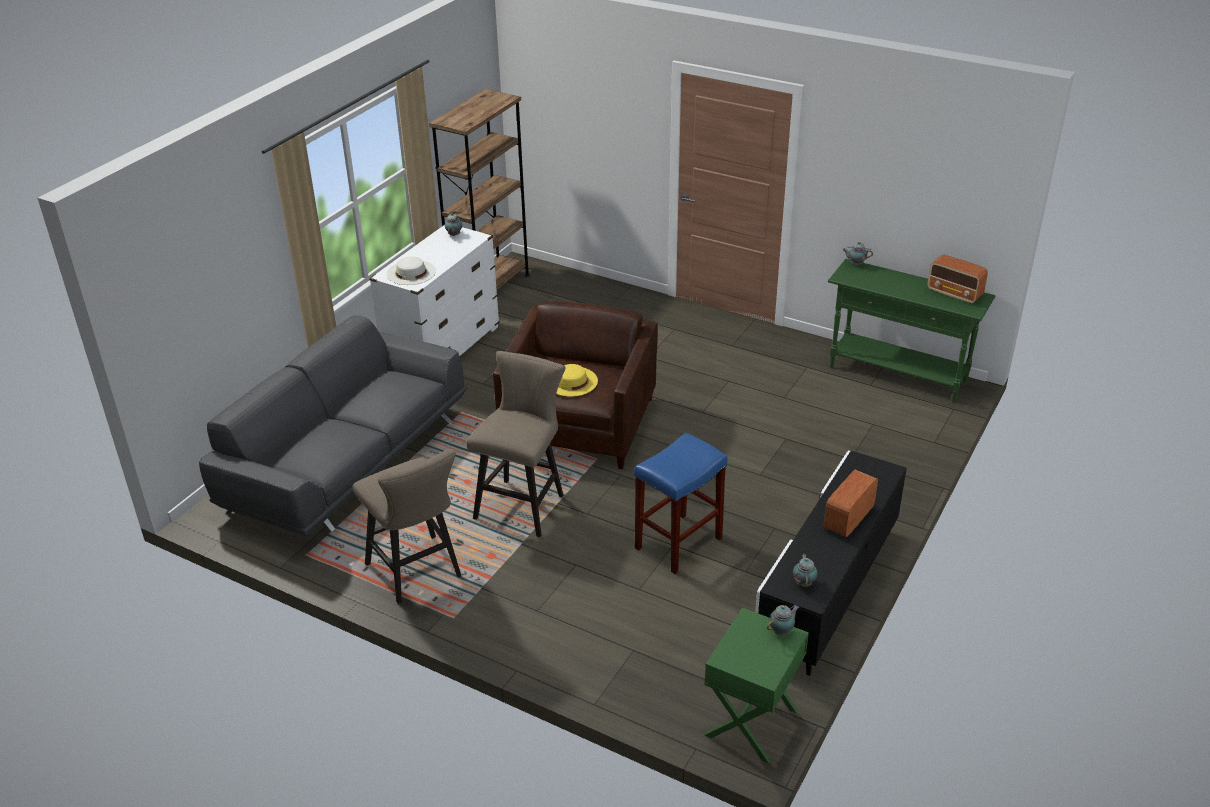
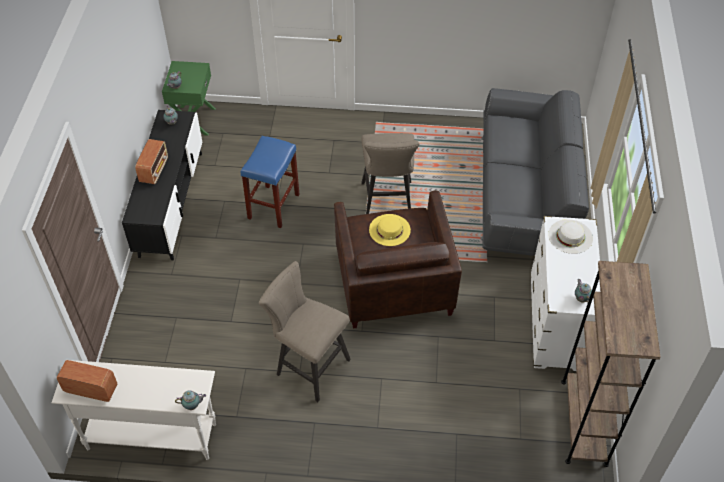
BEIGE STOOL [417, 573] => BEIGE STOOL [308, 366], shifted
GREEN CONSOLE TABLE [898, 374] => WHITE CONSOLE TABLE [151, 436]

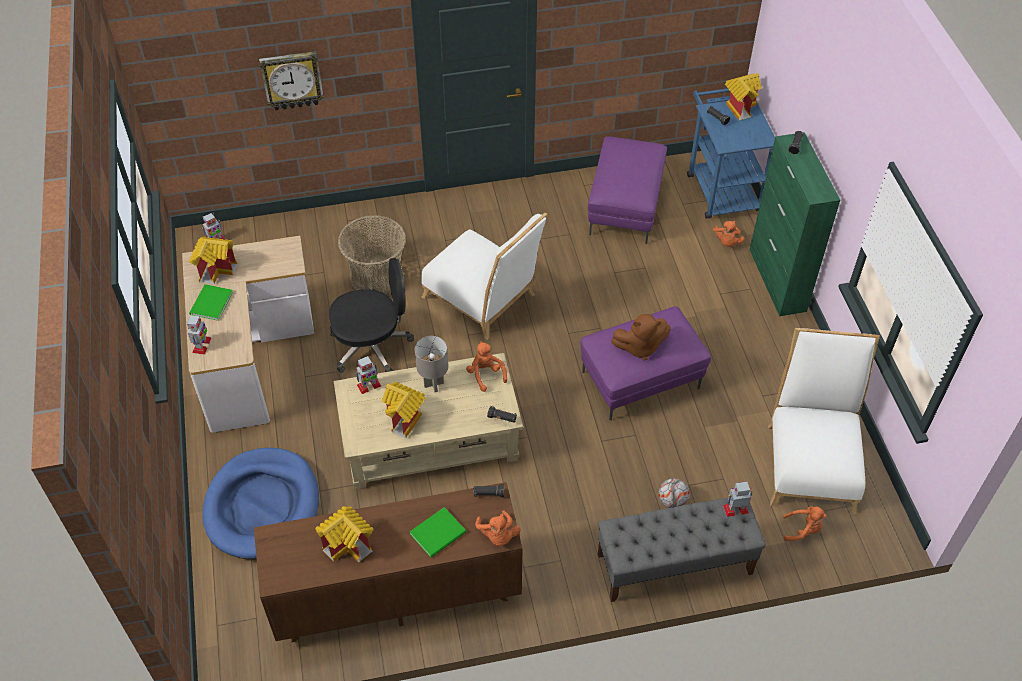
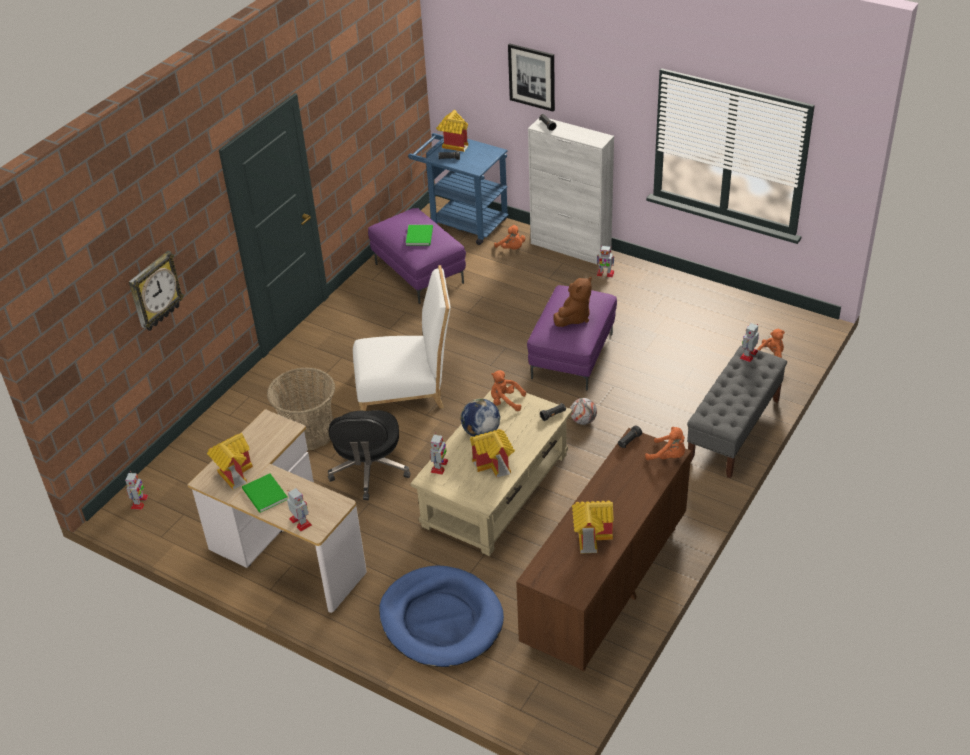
BLACK OFFICE CHAIR [372, 345] => BLACK OFFICE CHAIR [369, 471], 150 degrees clockwise
GREEN BOOK [439, 533] => GREEN BOOK [420, 235], shifted
GREY TABLE LAMP [433, 384] => GLOBE [480, 432]
FOOTBALL [672, 501] => FOOTBALL [583, 421], shifted
GREEN CABINET [777, 280] => WHITE CABINET [571, 248]
WHITE CHAIR [811, 461] => nothing
nothing => PICTURE [532, 77]
nothing => TOY ROBOT [605, 273]

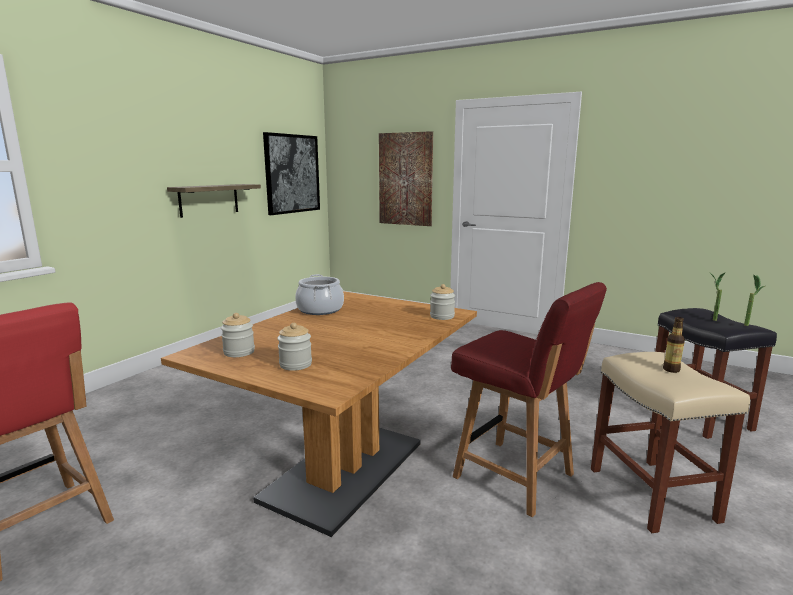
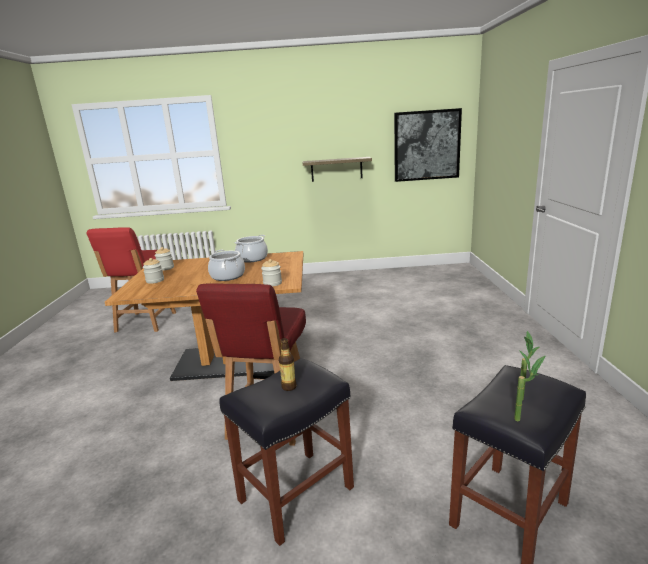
PICTURE [405, 179] => nothing
BEIGE STOOL [653, 495] => BLACK STOOL [295, 495]
nothing => COOKING POT [227, 276]

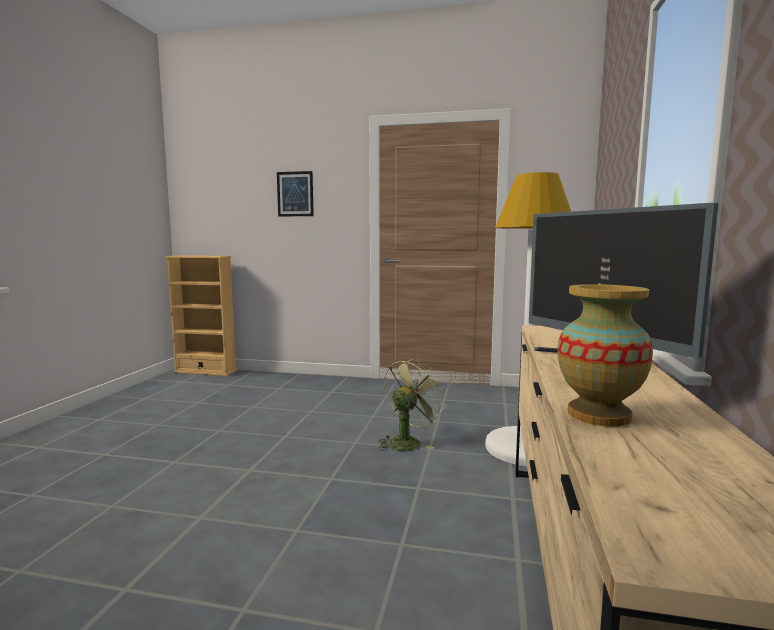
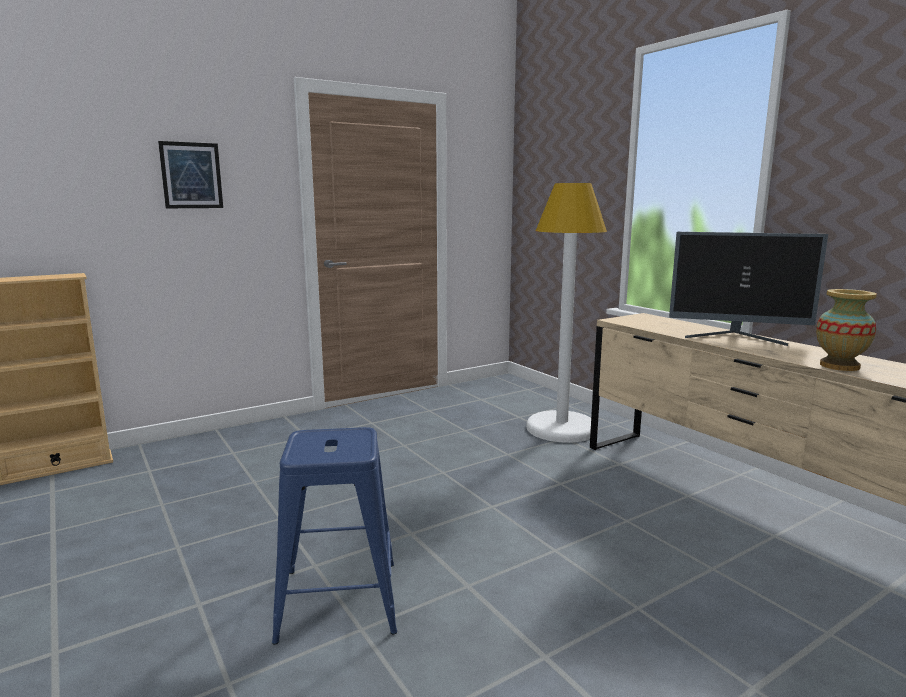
GREEN FAN [408, 441] => nothing
nothing => BLUE STOOL [338, 600]

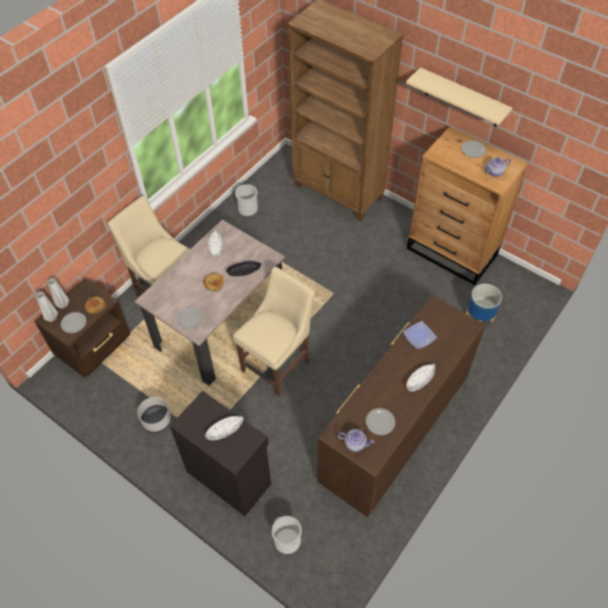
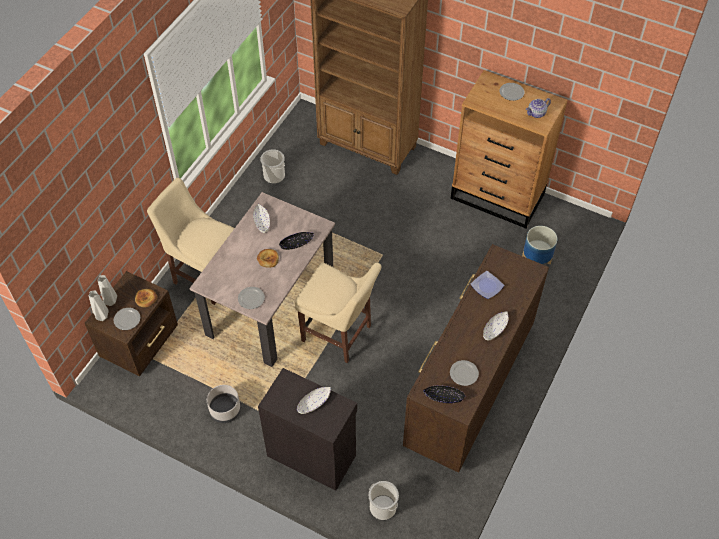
BEIGE CHAIR [278, 364] => BEIGE CHAIR [339, 335], 90 degrees clockwise
TEAPOT [355, 443] => BLACK BOWL [443, 397]
BEIGE SHELF [462, 98] => nothing

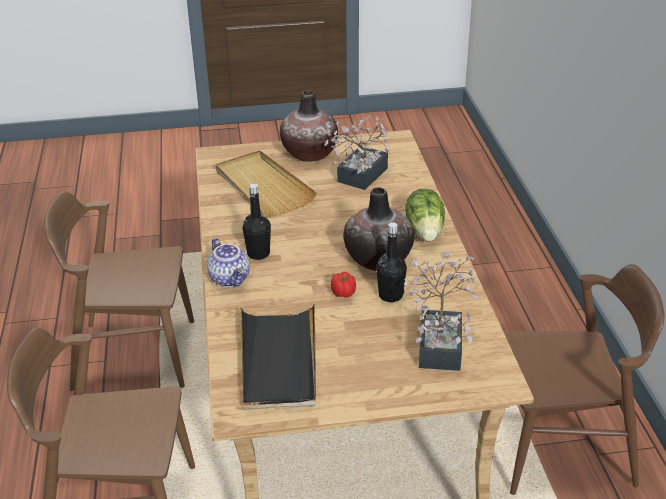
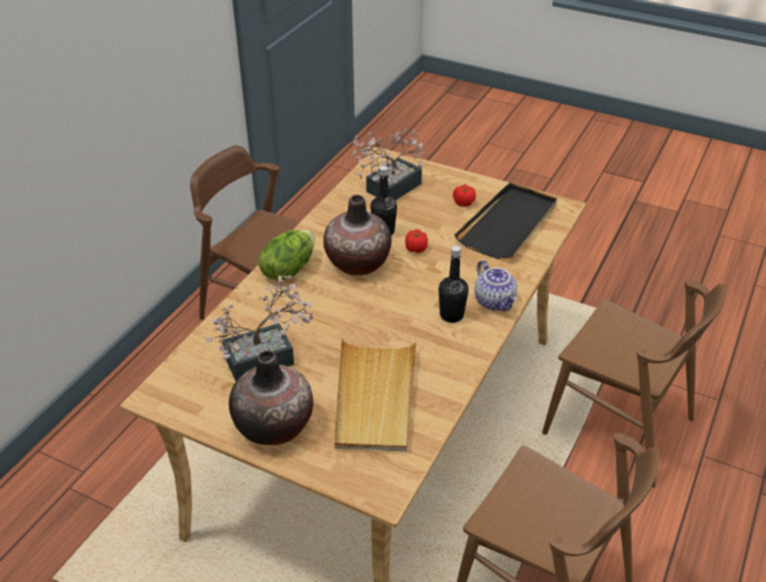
TEAPOT [231, 279] => TEAPOT [495, 302], 150 degrees clockwise
nothing => TOMATO [463, 203]

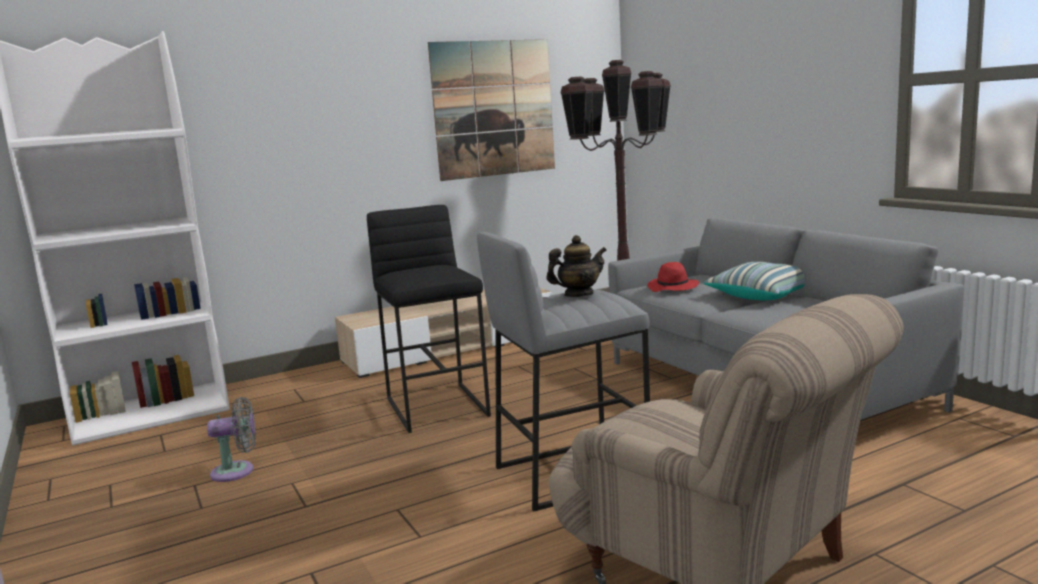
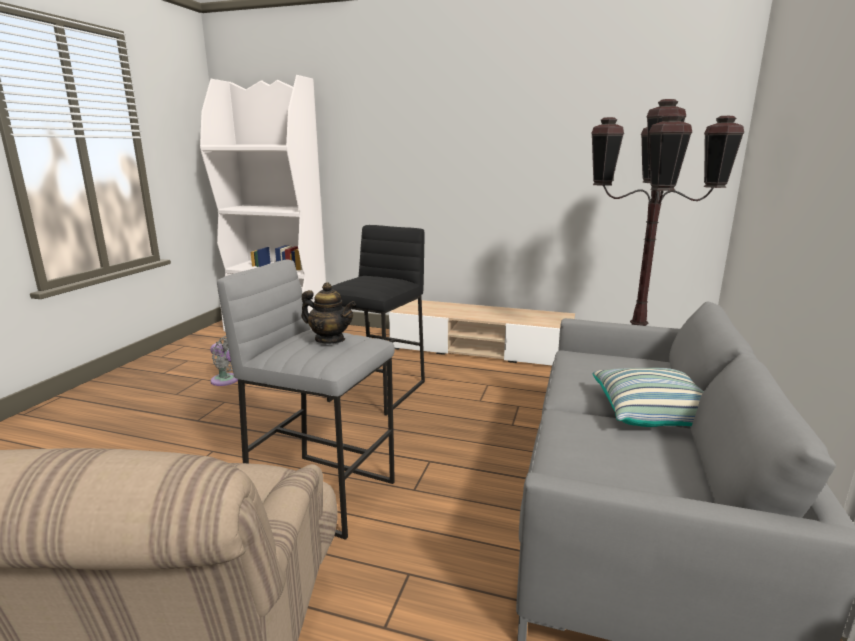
PICTURE [494, 109] => nothing
RED HAT [673, 288] => nothing

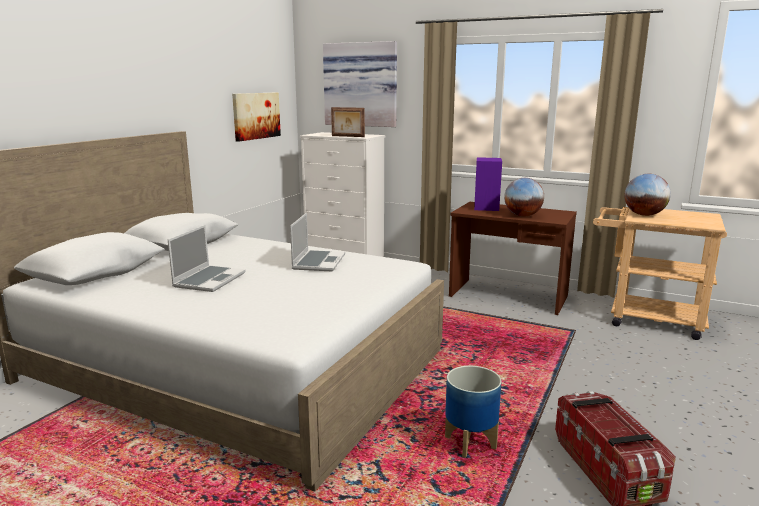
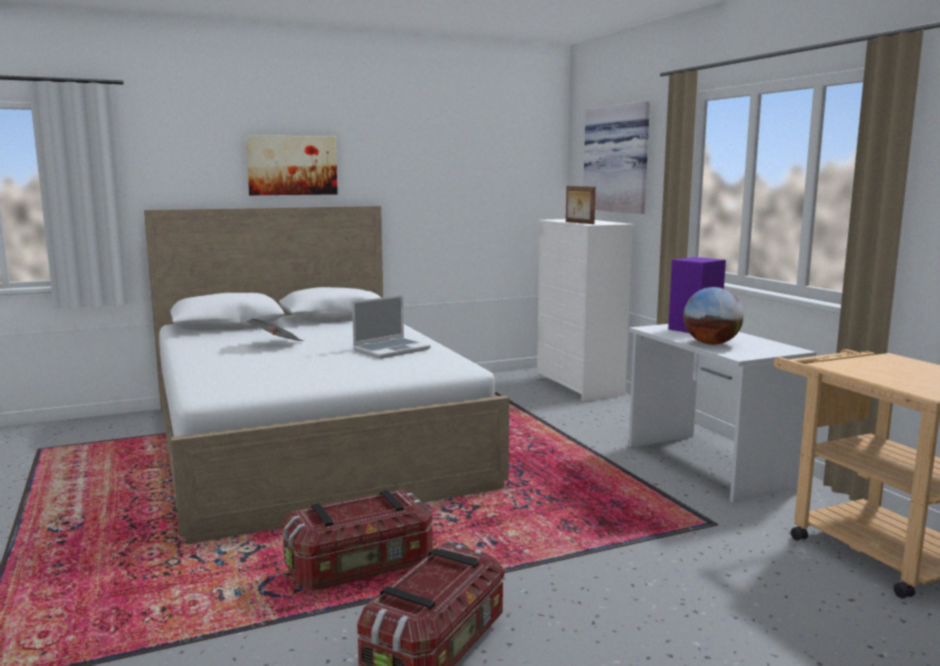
LAPTOP [209, 280] => NEWSPAPER [277, 345]
PICTURE [256, 115] => PICTURE [292, 165], shifted
PLANTER [469, 443] => STORAGE BOX [361, 568]
BROWN DESK [508, 296] => WHITE DESK [707, 465]
GLOBE [644, 215] => nothing

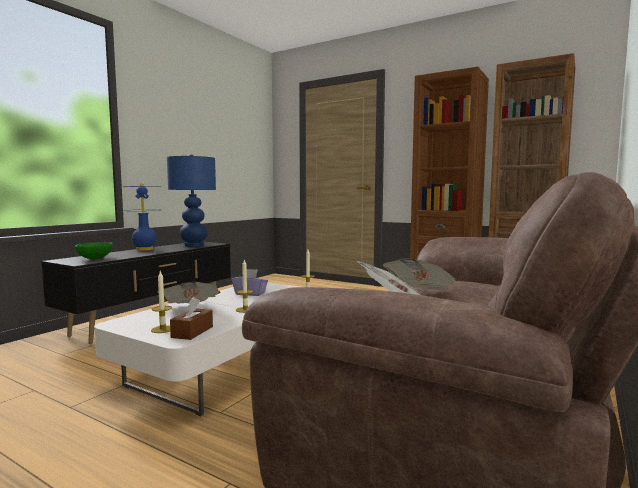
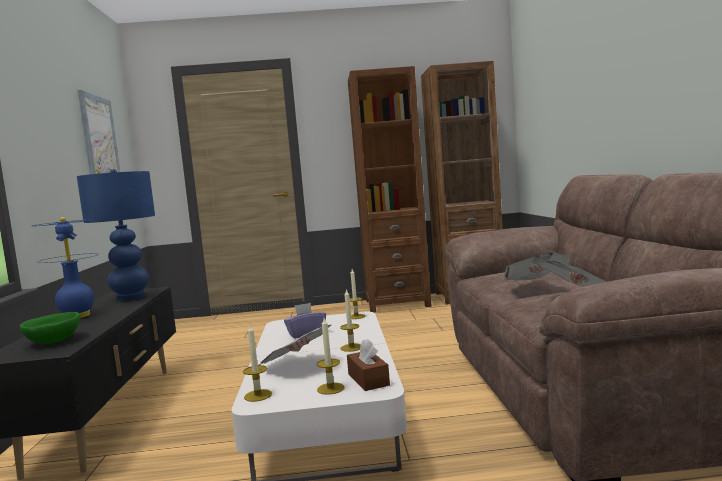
nothing => PICTURE [99, 138]
nothing => CANDLE [258, 395]

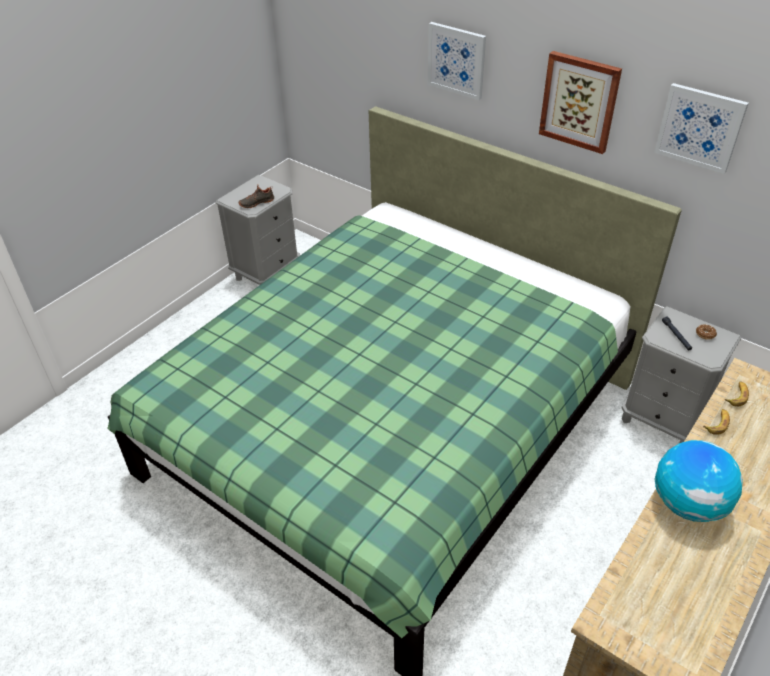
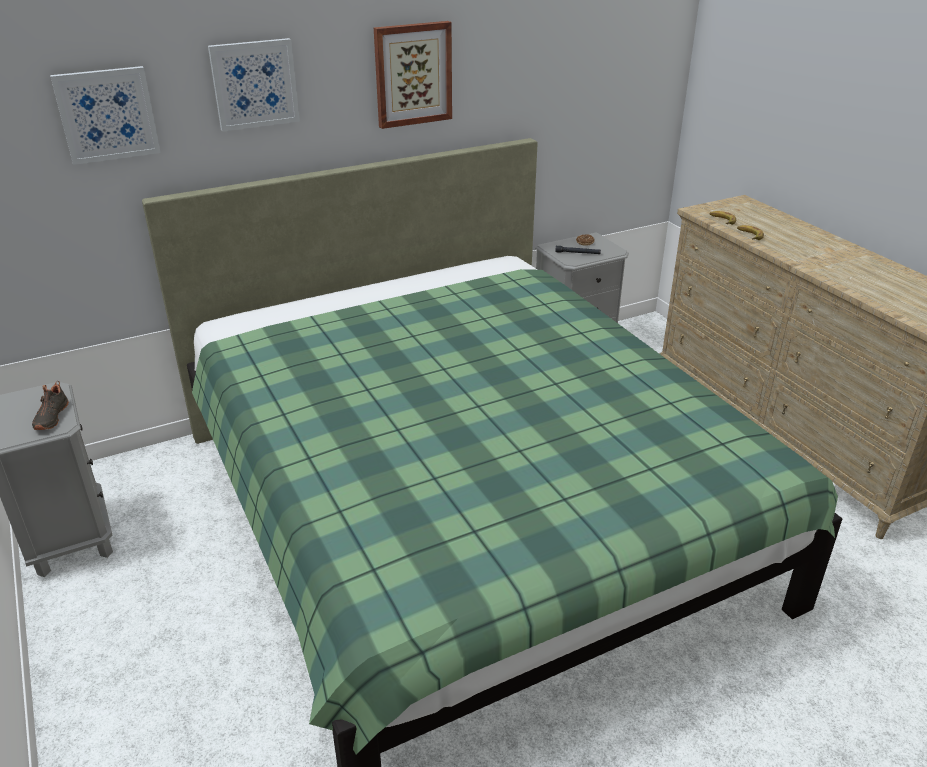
PICTURE [700, 127] => PICTURE [107, 114], shifted
GLOBE [688, 504] => nothing

